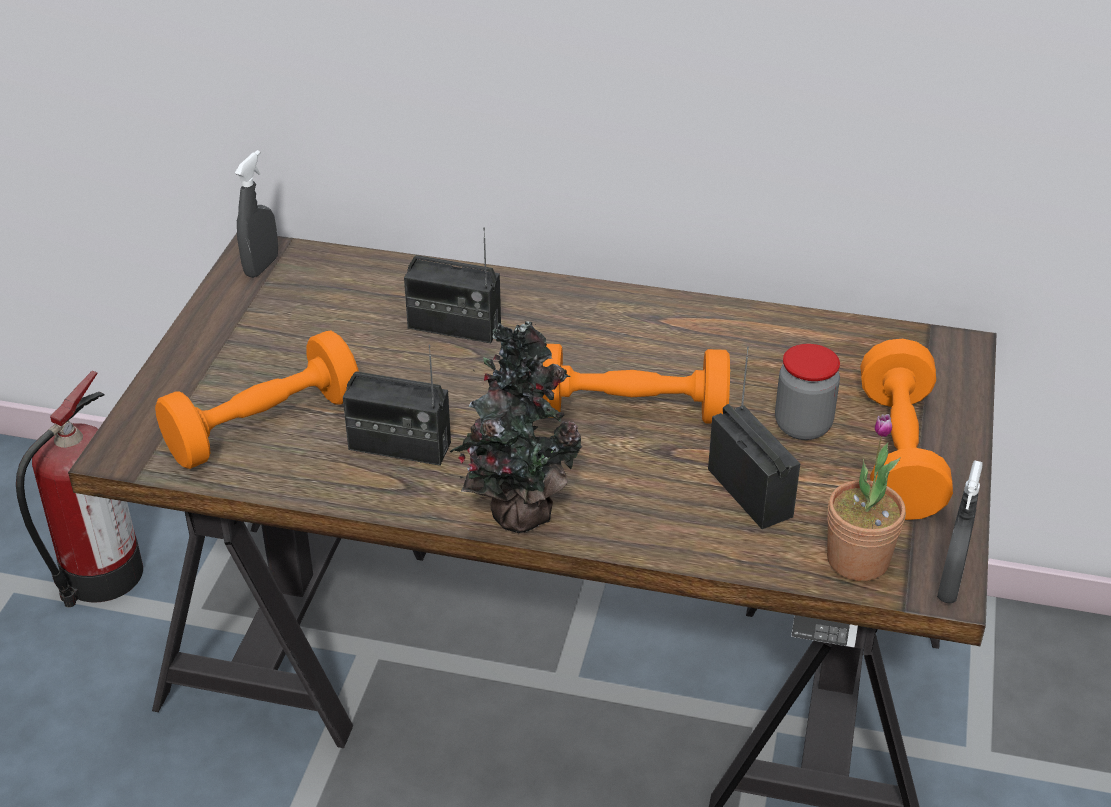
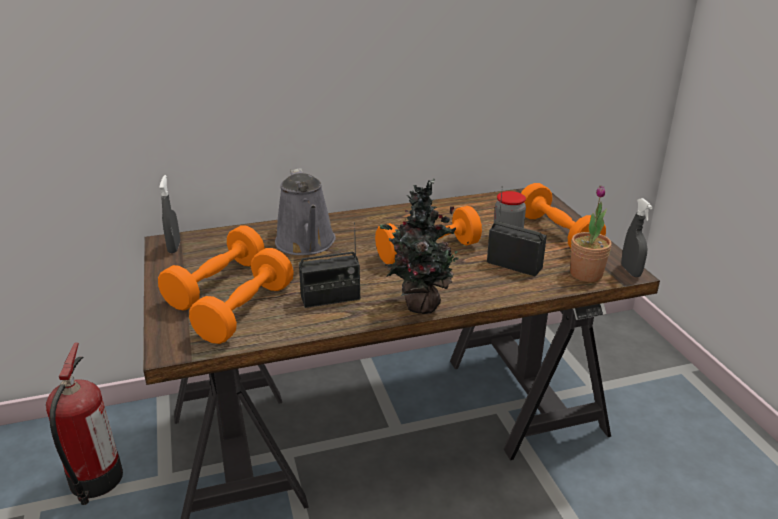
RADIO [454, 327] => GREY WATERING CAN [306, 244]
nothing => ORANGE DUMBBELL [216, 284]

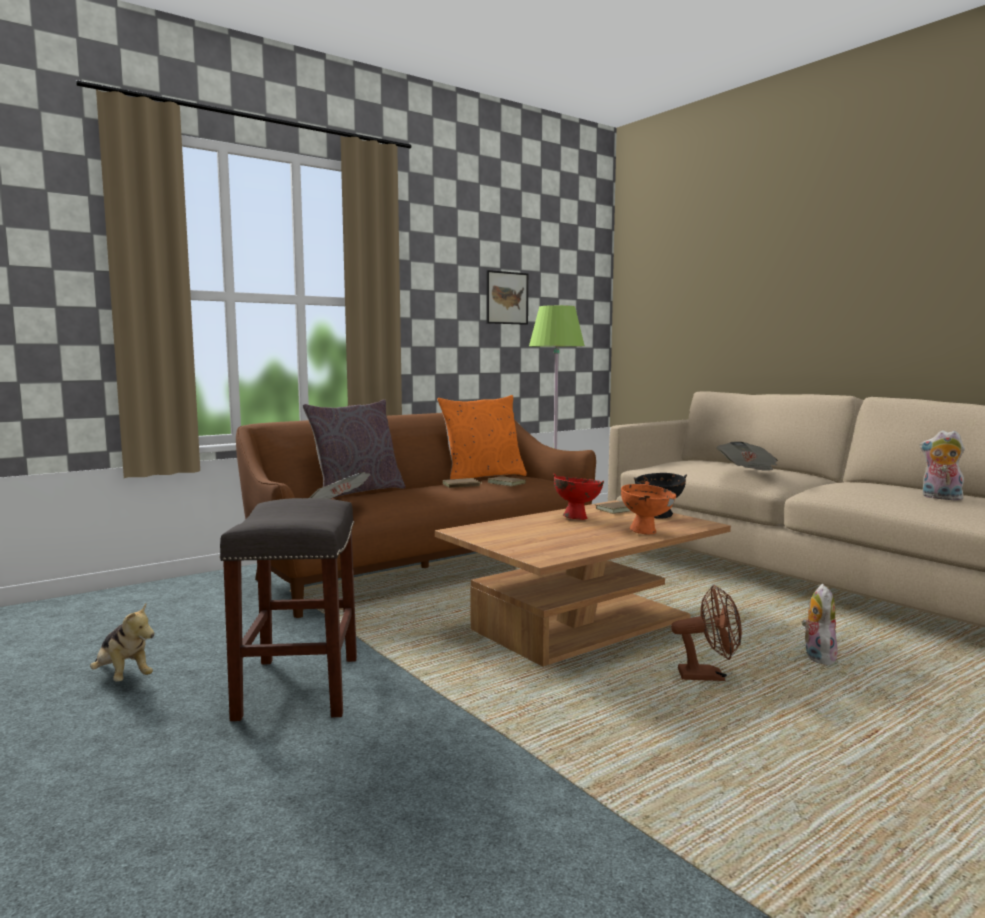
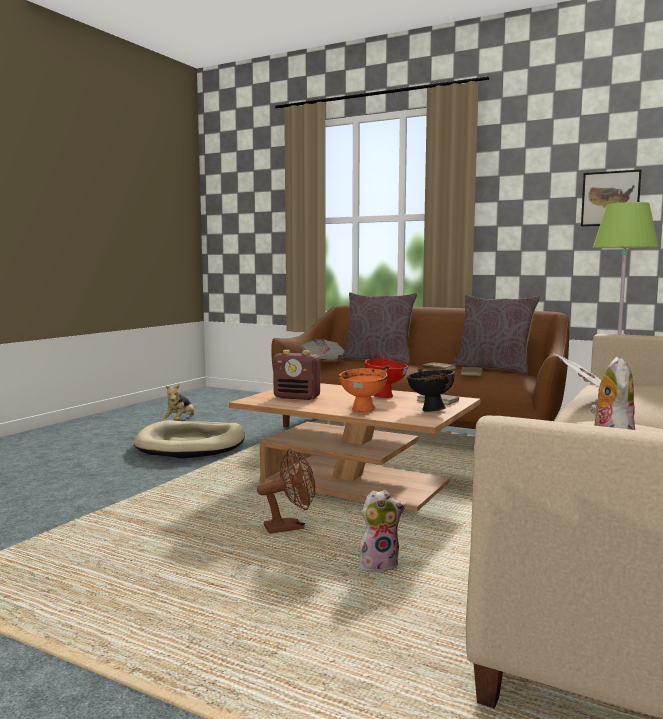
GREY STOOL [298, 686] => BEIGE DOG BED [191, 444]
ORANGE PILLOW [482, 477] => GREY PILLOW [493, 369]
BROWN FAN [709, 676] => BROWN FAN [290, 527], 90 degrees counterclockwise
nothing => RADIO [297, 397]

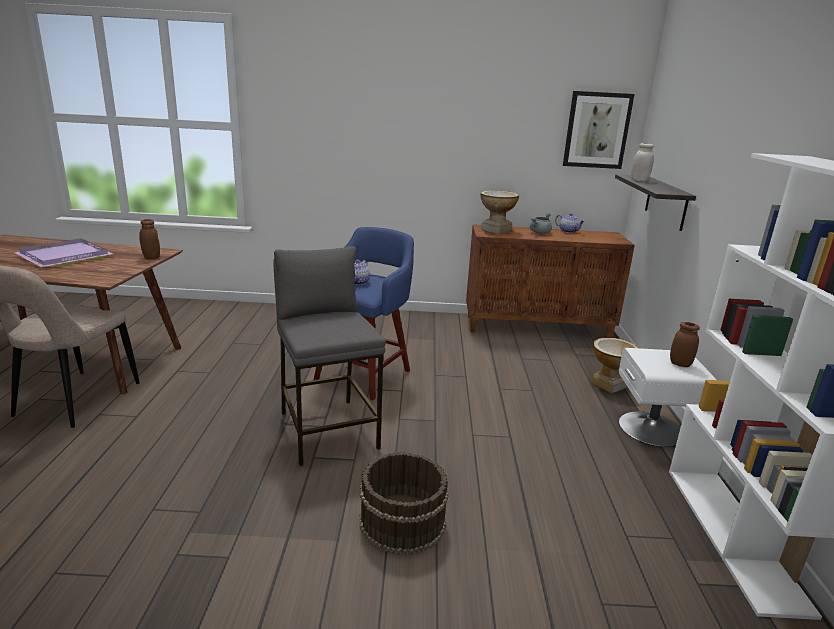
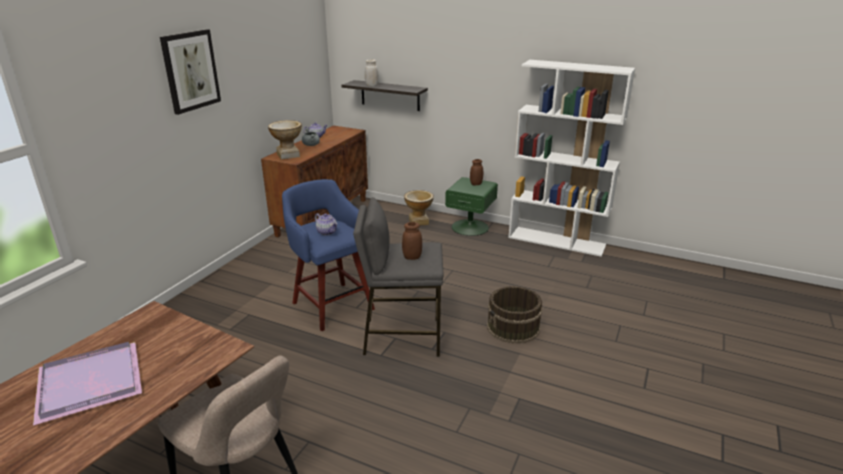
BROWN JAR [151, 258] => BROWN JAR [412, 257], shifted
PICTURE [597, 130] => PICTURE [190, 71], shifted
WHITE NIGHTSTAND [652, 428] => GREEN NIGHTSTAND [470, 227]

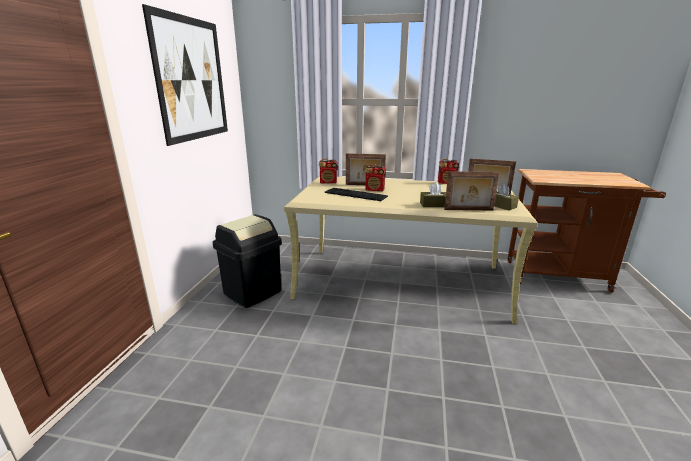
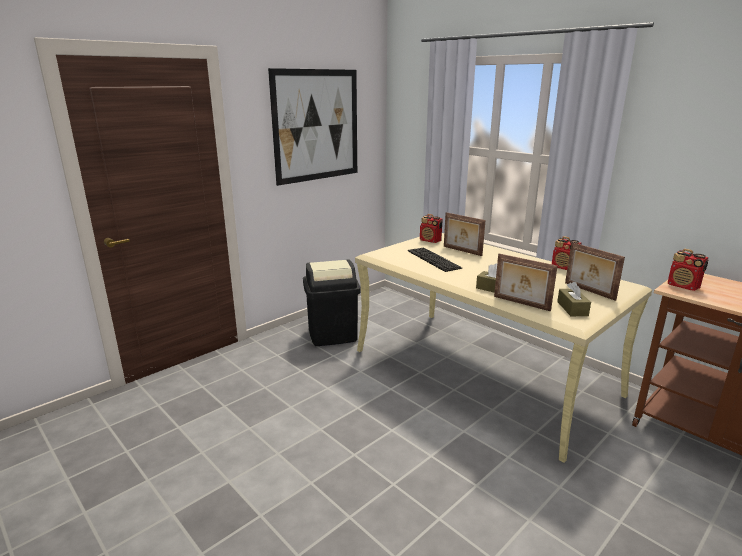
RADIO [375, 190] => RADIO [683, 286], shifted

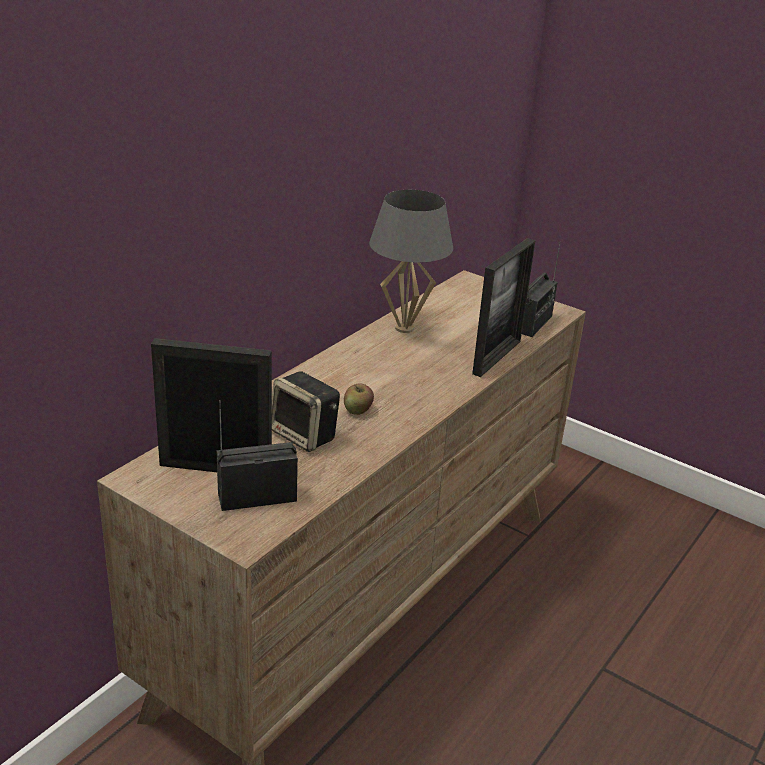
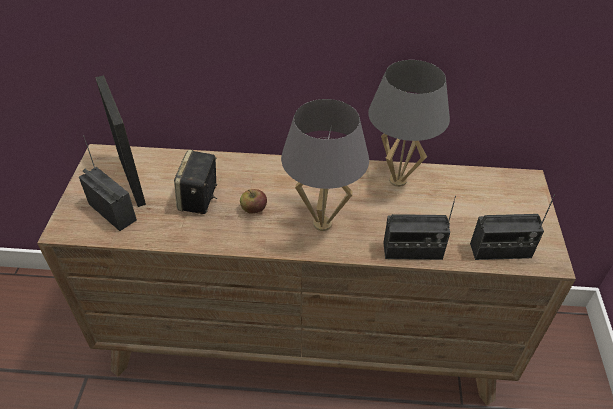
PICTURE FRAME [497, 357] => RADIO [412, 251]
nothing => GREY TABLE LAMP [322, 223]

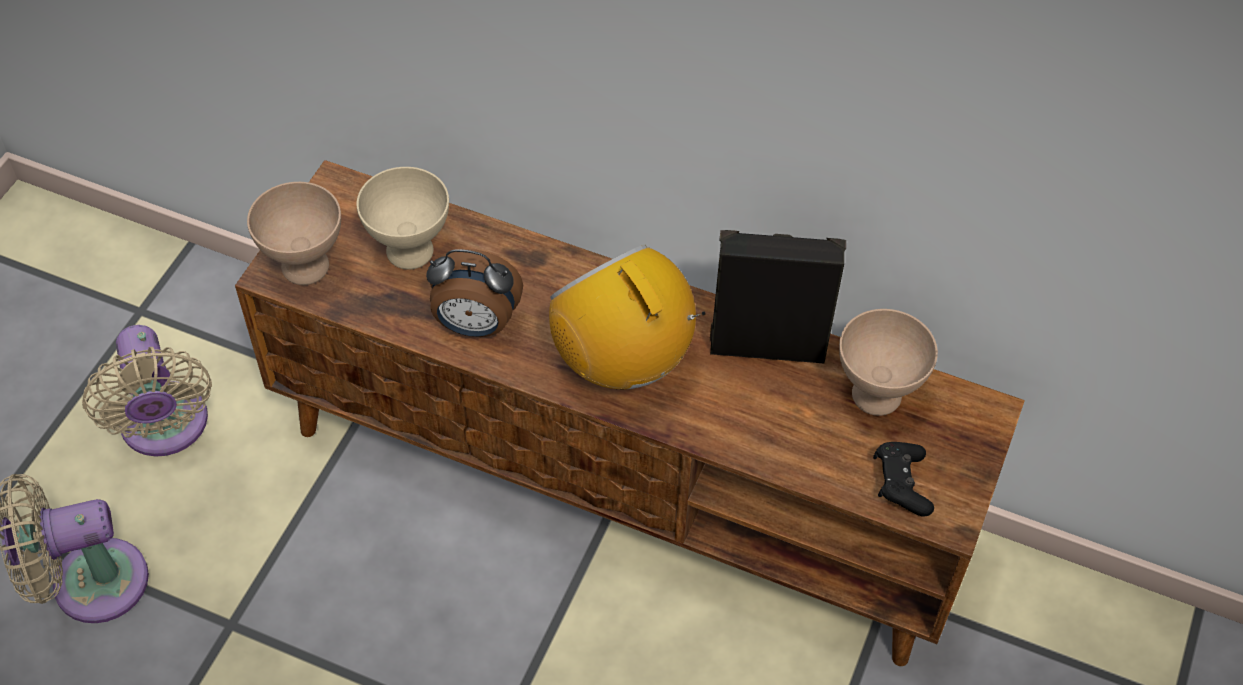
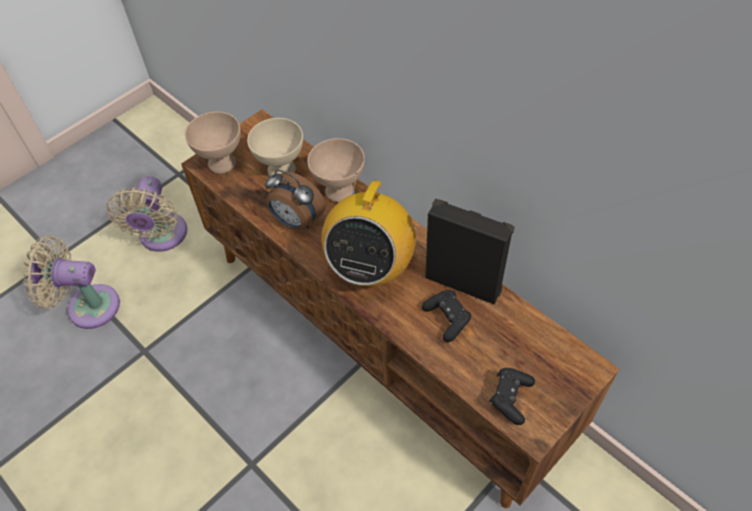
RADIO [622, 362] => RADIO [370, 267], 150 degrees counterclockwise
BEIGE BOWL [876, 396] => BEIGE BOWL [338, 192], shifted
nothing => BLACK GAME CONTROLLER [447, 319]

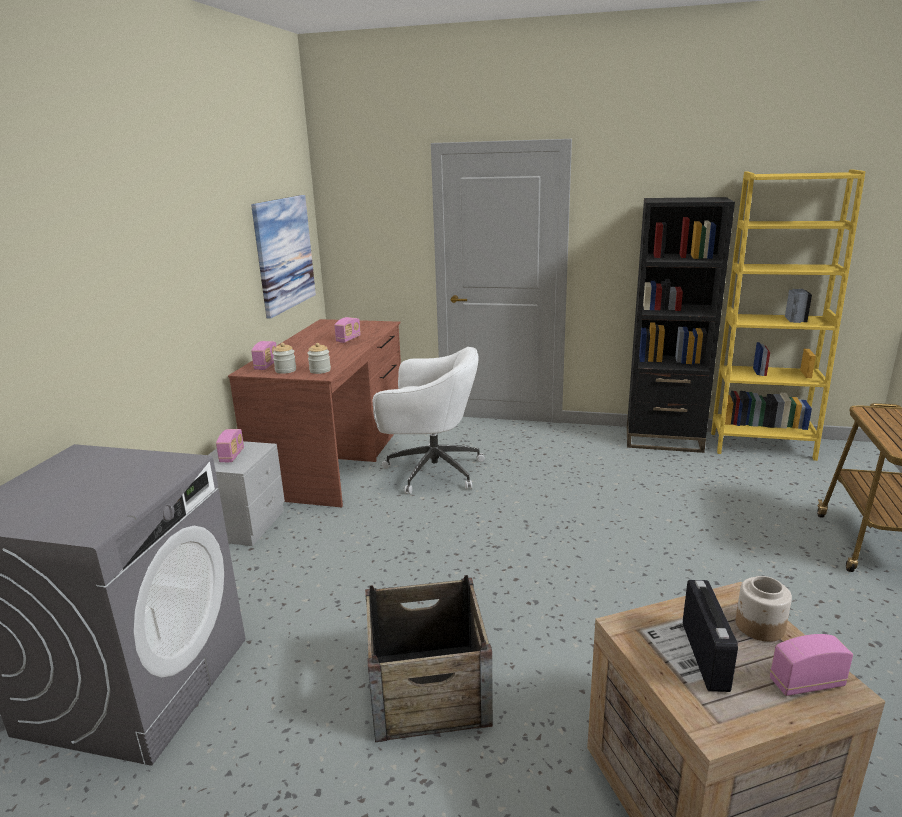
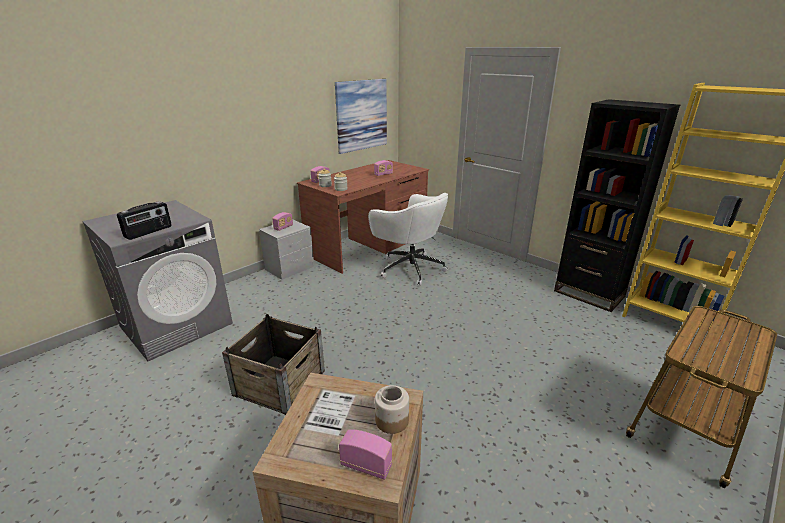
RADIO [706, 656] => RADIO [149, 232], shifted

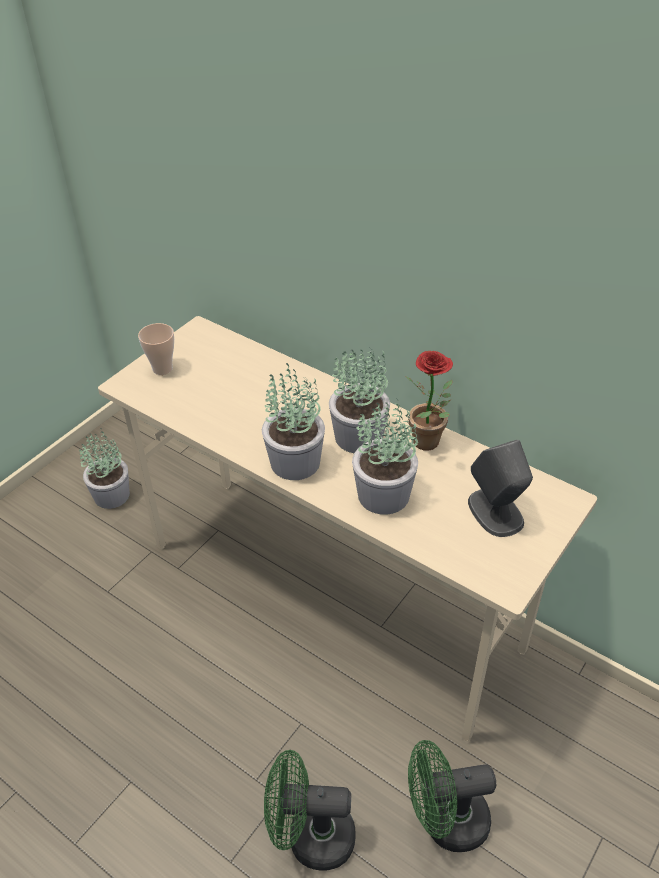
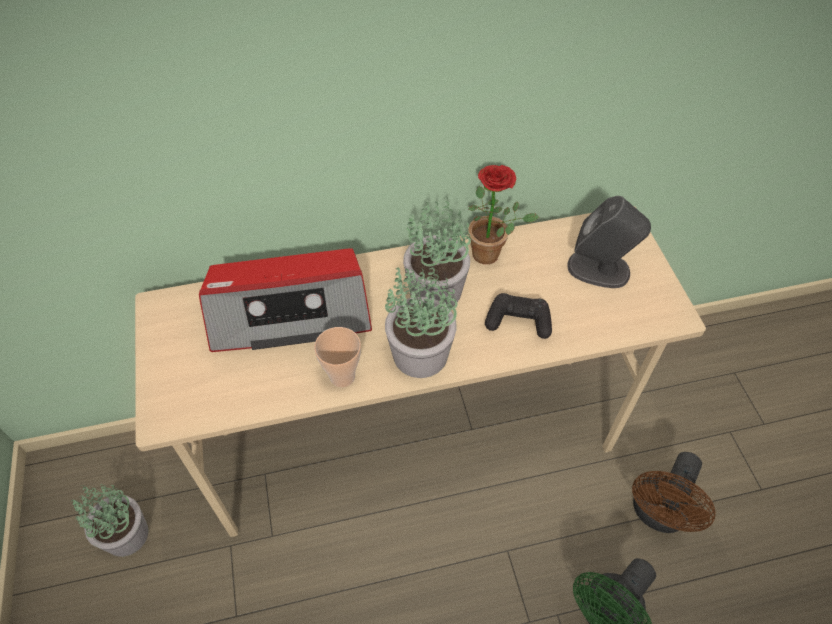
CUP [162, 369] => CUP [342, 376], shifted
POTTED PLANT [385, 495] => BLACK GAME CONTROLLER [518, 321]
GREEN FAN [445, 822] => BROWN FAN [657, 514]
nothing => RADIO [290, 313]

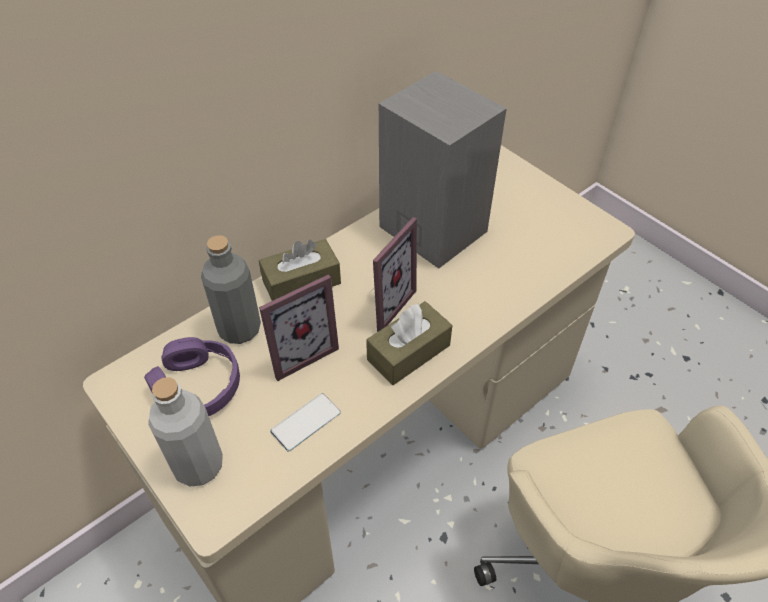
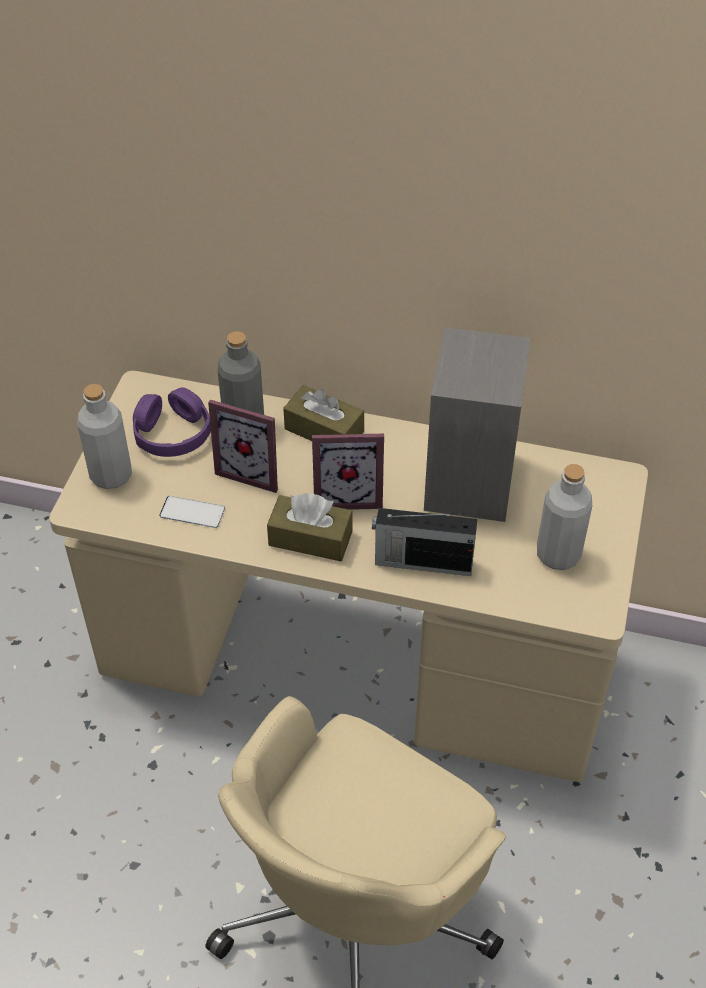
nothing => RADIO [421, 562]
nothing => GREY BOTTLE [558, 554]

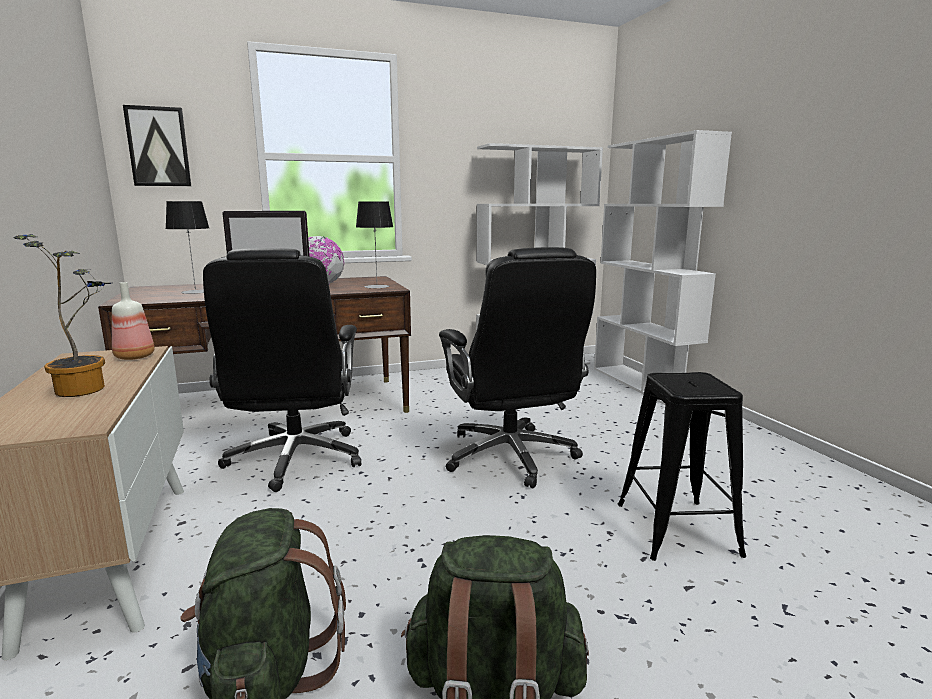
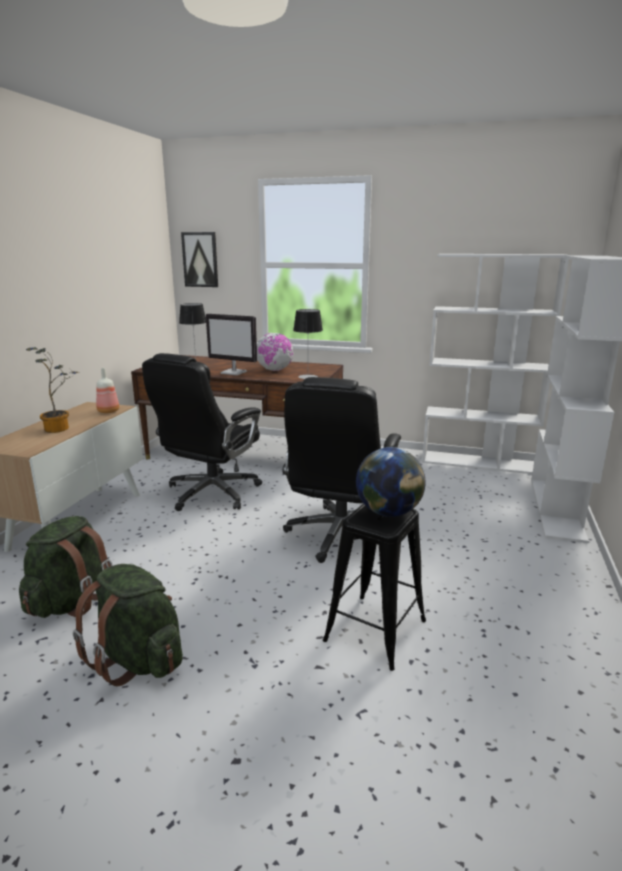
nothing => GLOBE [388, 512]

